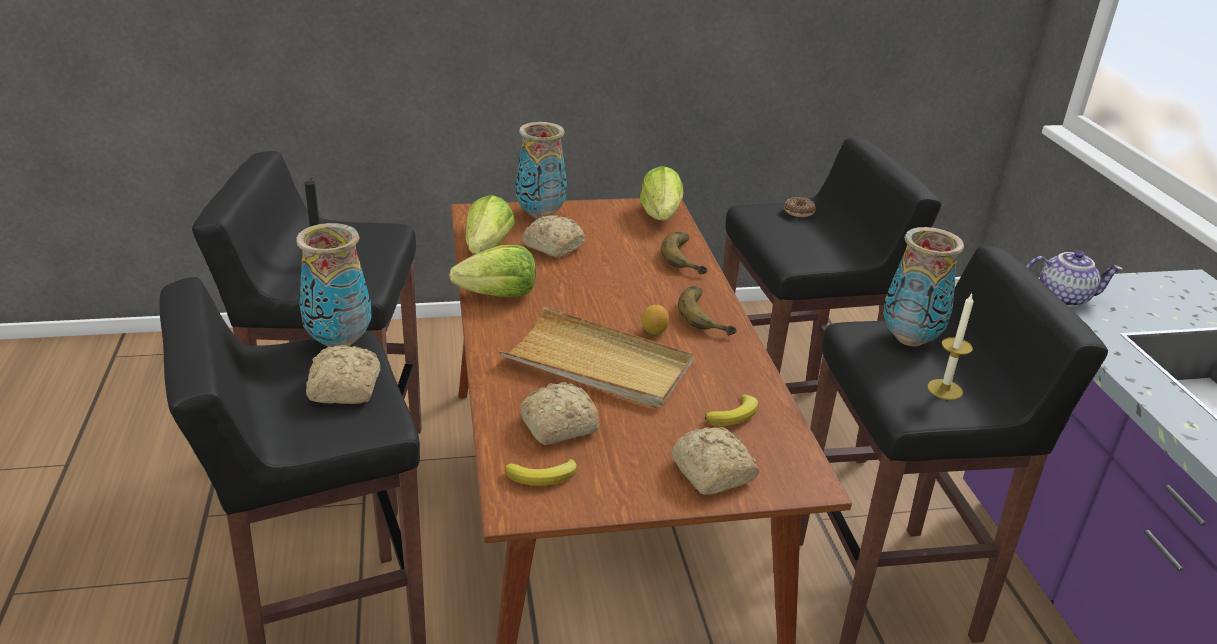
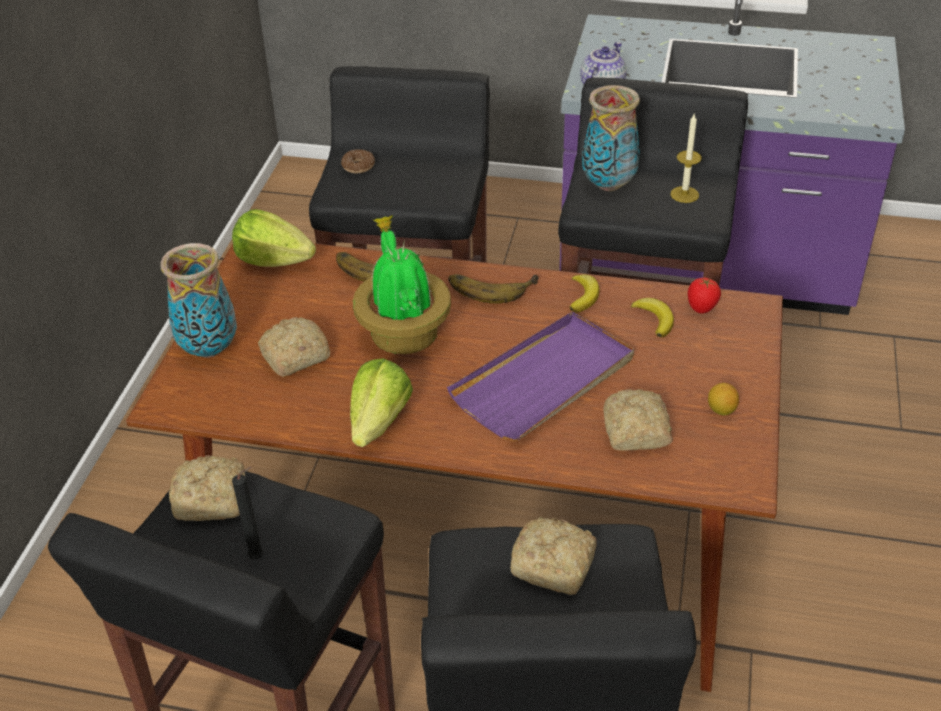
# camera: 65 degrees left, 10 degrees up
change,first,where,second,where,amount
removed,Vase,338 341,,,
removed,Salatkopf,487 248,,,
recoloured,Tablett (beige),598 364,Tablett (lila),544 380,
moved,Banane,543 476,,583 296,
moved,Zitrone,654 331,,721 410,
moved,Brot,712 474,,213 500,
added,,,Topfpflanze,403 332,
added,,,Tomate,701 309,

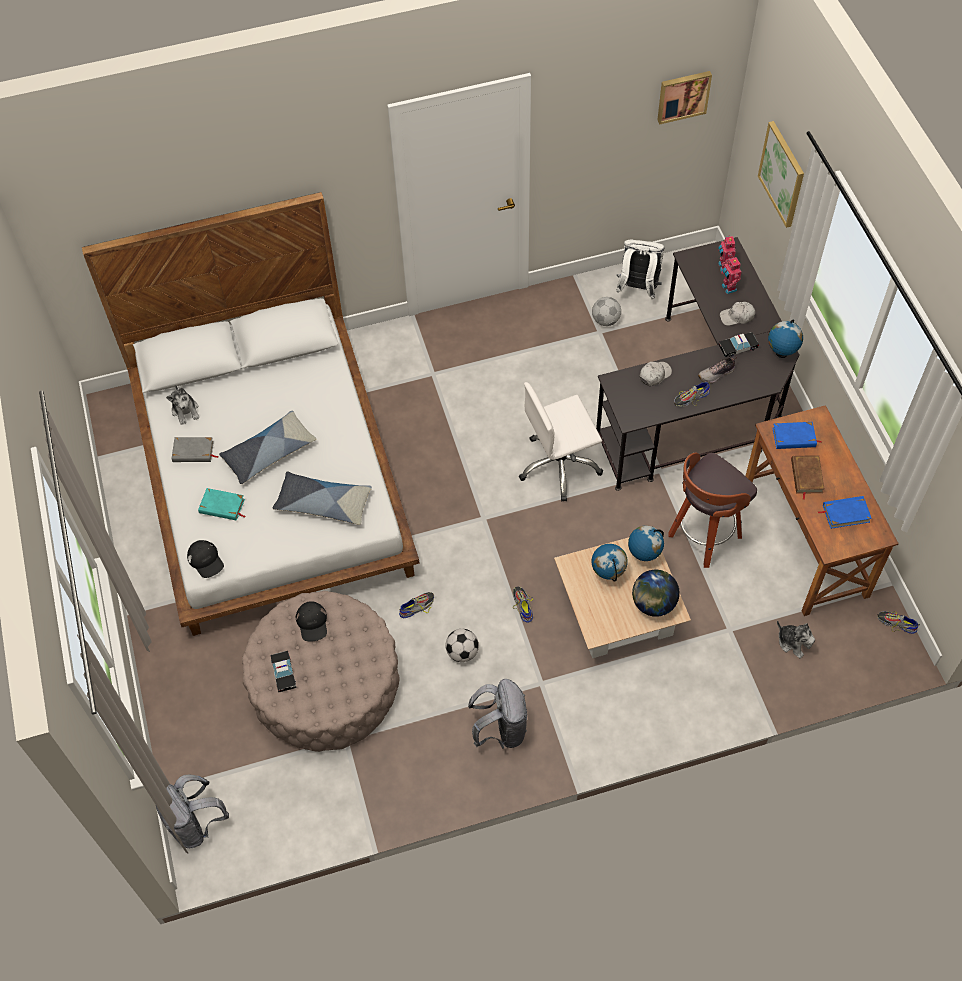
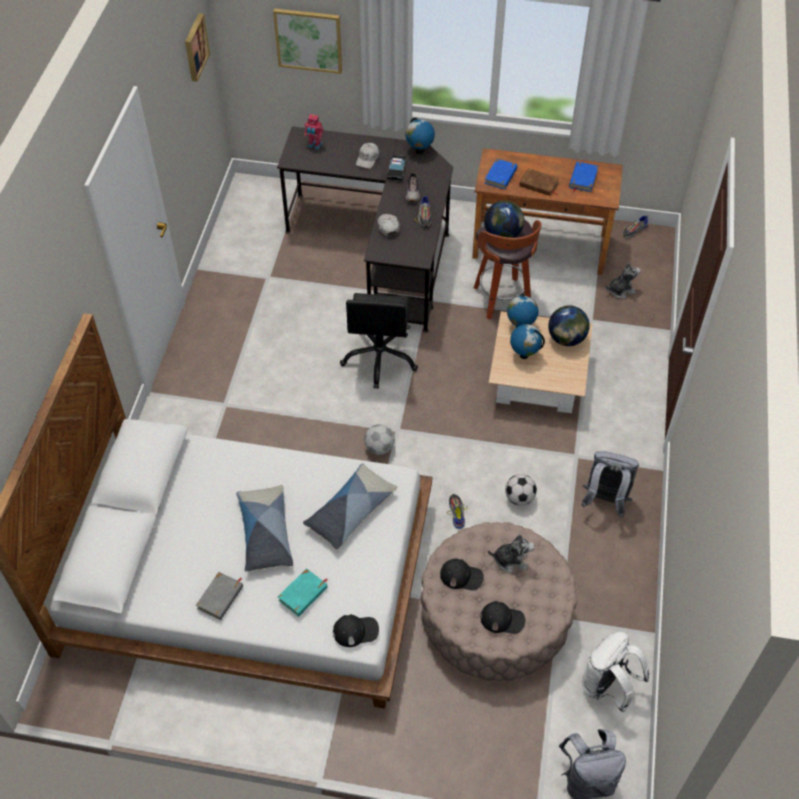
# camera: 65 degrees left, 5 degrees down
change,first,where,second,where,amount
moved,Plüschtier,185 410,,511 560,
replaced,Spielzeugauto,284 673,Kappe (schwarz),502 619,
removed,Schuh,522 605,,,
recoloured,Bürostuhl (weiß),559 466,Bürostuhl (schwarz),380 358,
moved,Fußball,605 320,,379 448,
moved,Rucksack (weiß),638 289,,607 686,
removed,Spielzeugroboter,728 288,,,
added,,,Globus,503 235,

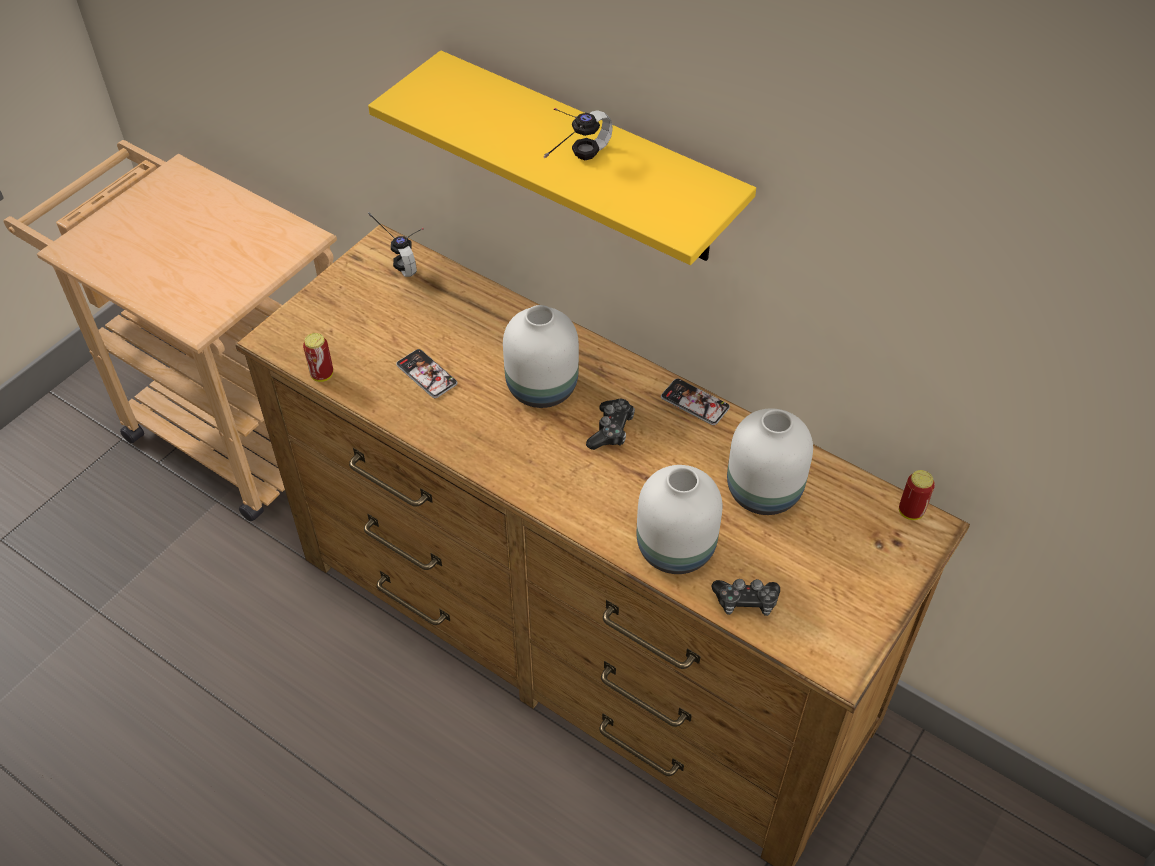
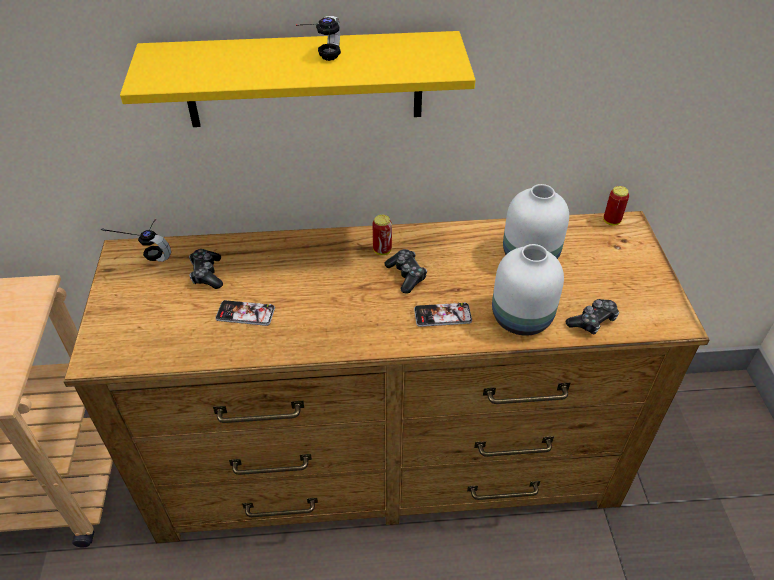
# camera: 40 degrees left, 5 degrees down
change,first,where,second,where,amount
moved,Dose,322 375,,382 250,
removed,Vase (weiß),543 389,,,
moved,Handy,695 402,,442 315,
added,,,Gamepad,207 274,

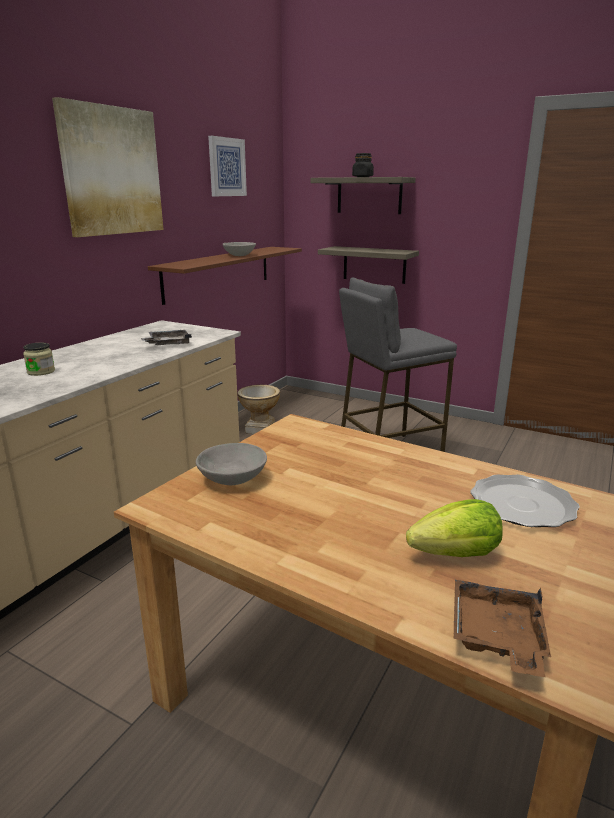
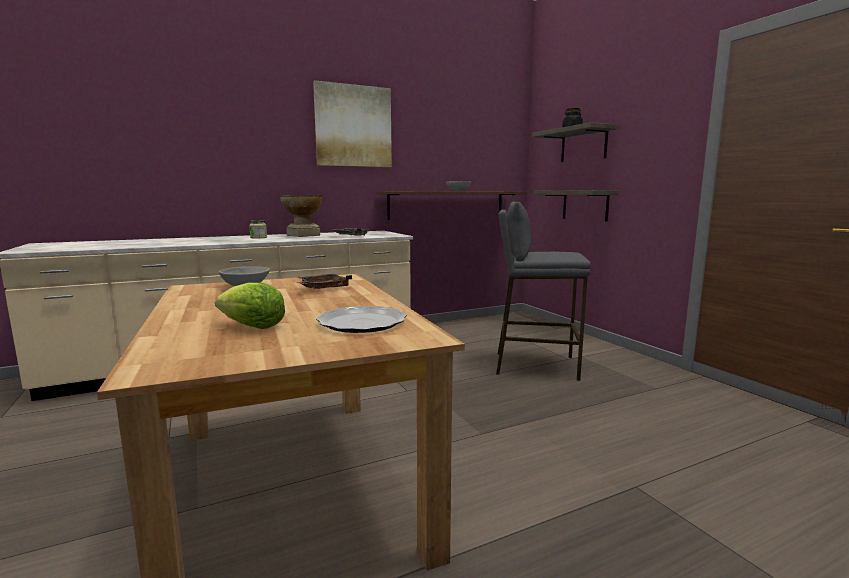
# camera: 35 degrees right, 10 degrees down
change,first,where,second,where,amount
removed,Bild,226 167,,,
moved,Vase,260 429,,303 235,
moved,Tablett (braun),497 637,,322 288,

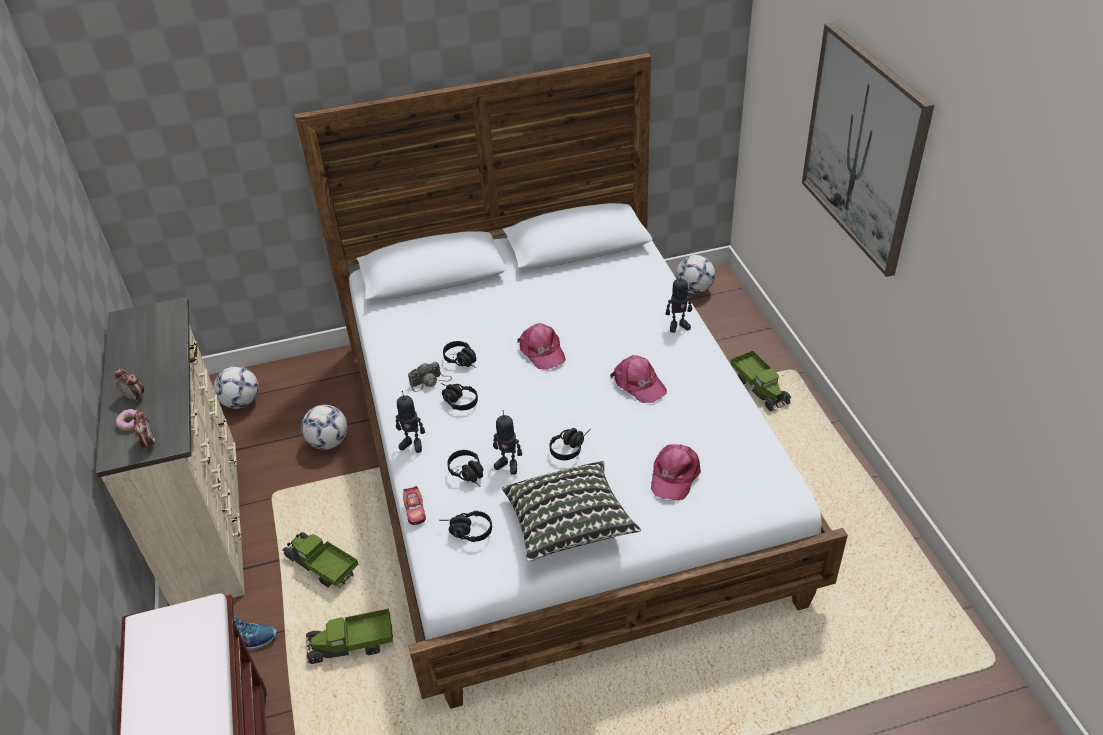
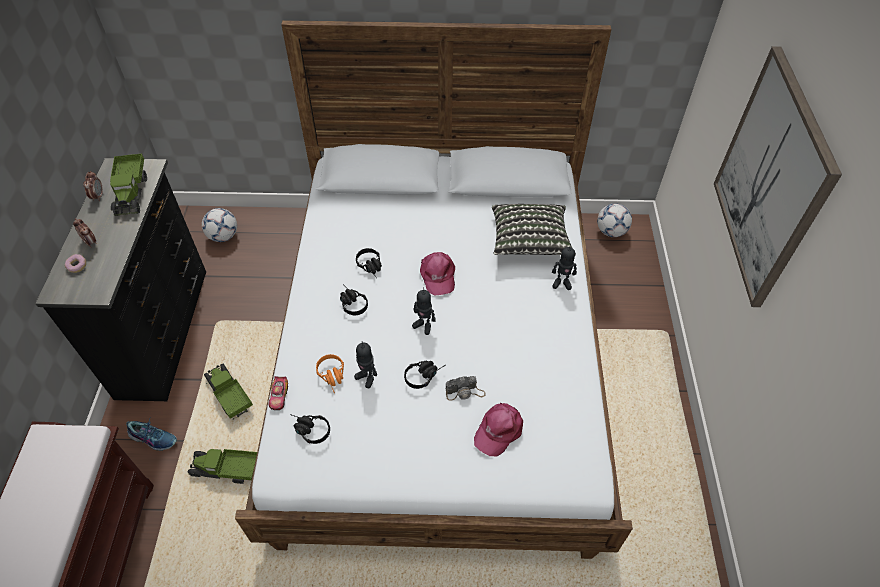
# camera: 15 degrees right, 10 degrees up
change,first,where,second,where,amount
recoloured,Kommode (beige),210 520,Kommode (schwarz),166 330,
moved,Wecker,149 443,,98 196,
removed,Fußball,328 442,,,
moved,Spielzeugroboter,412 444,,424 325,
moved,Kamera,430 381,,465 392,
recoloured,Kopfhörer (schwarz),470 474,Kopfhörer (orange),333 377,
moved,Kissen,568 524,,529 241,
removed,Kappe (rosa),638 383,,,
moved,Spielzeuglaster,760 388,,132 192,

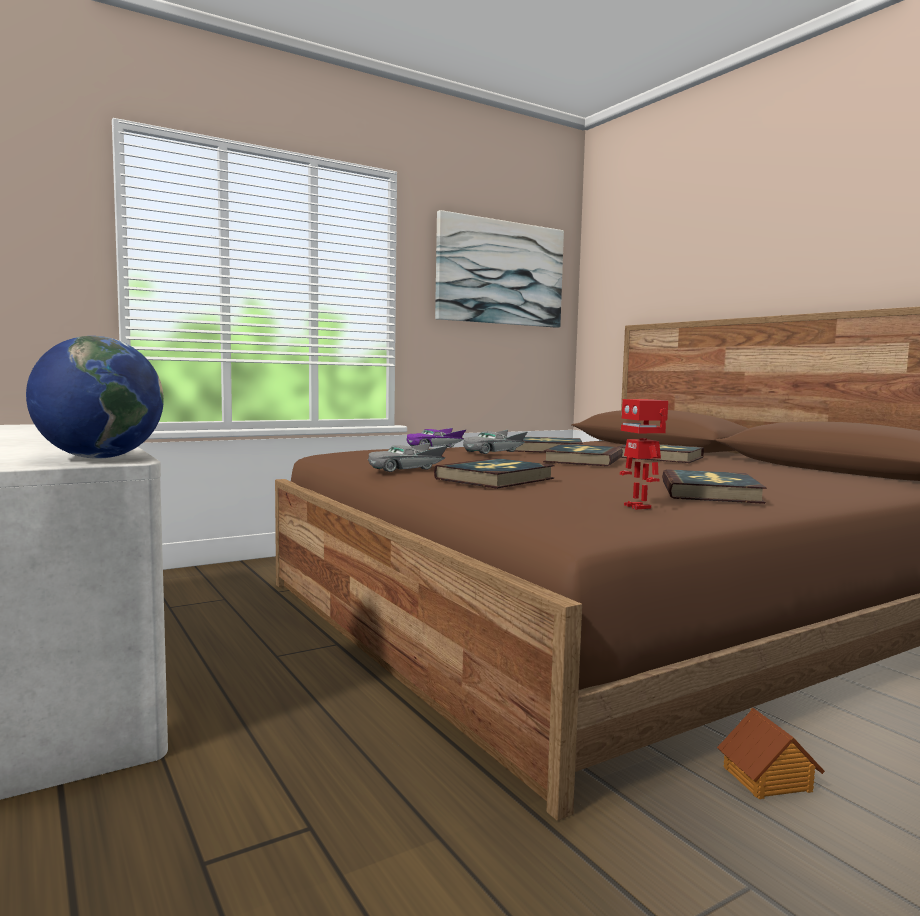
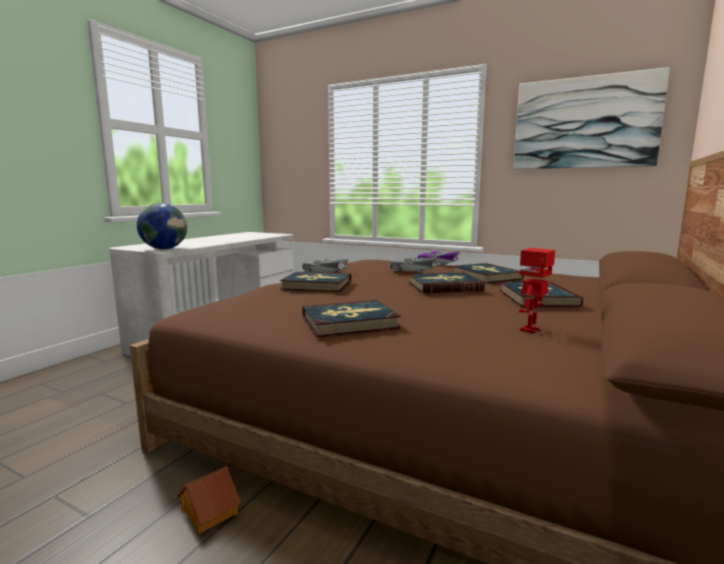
# camera: 60 degrees right, 5 degrees up
change,first,where,second,where,amount
moved,Spielzeugroboter,639 507,,531 330,

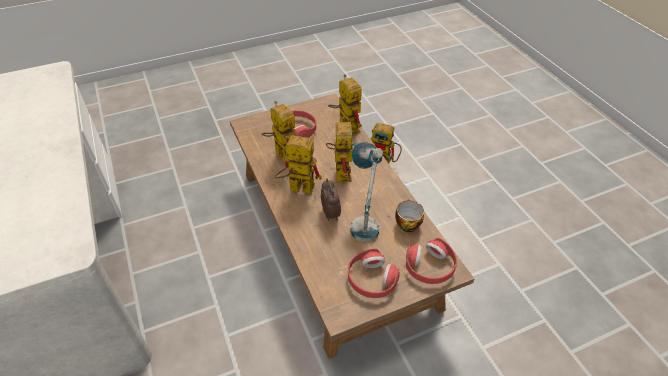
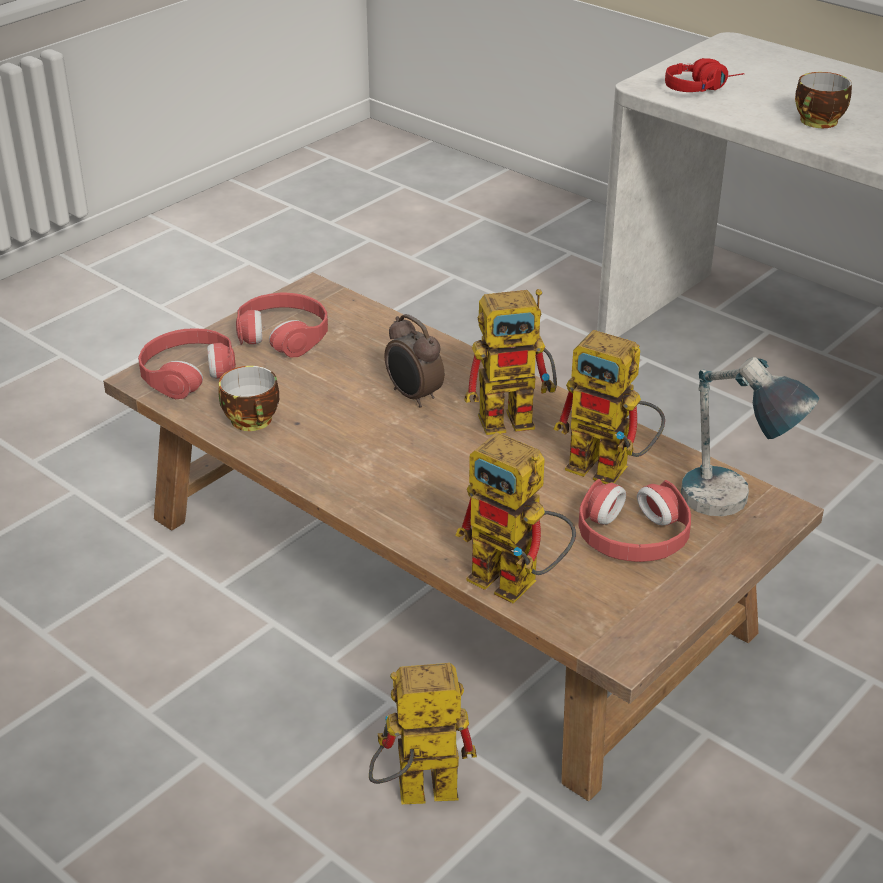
# camera: 155 degrees right, 10 degrees down
change,first,where,second,where,amount
removed,Spielzeugroboter,340 170,,,
moved,Tischlampe,364 220,,731 512,
added,,,Kopfhörer (rot),702 88,
added,,,Tasse,818 122,

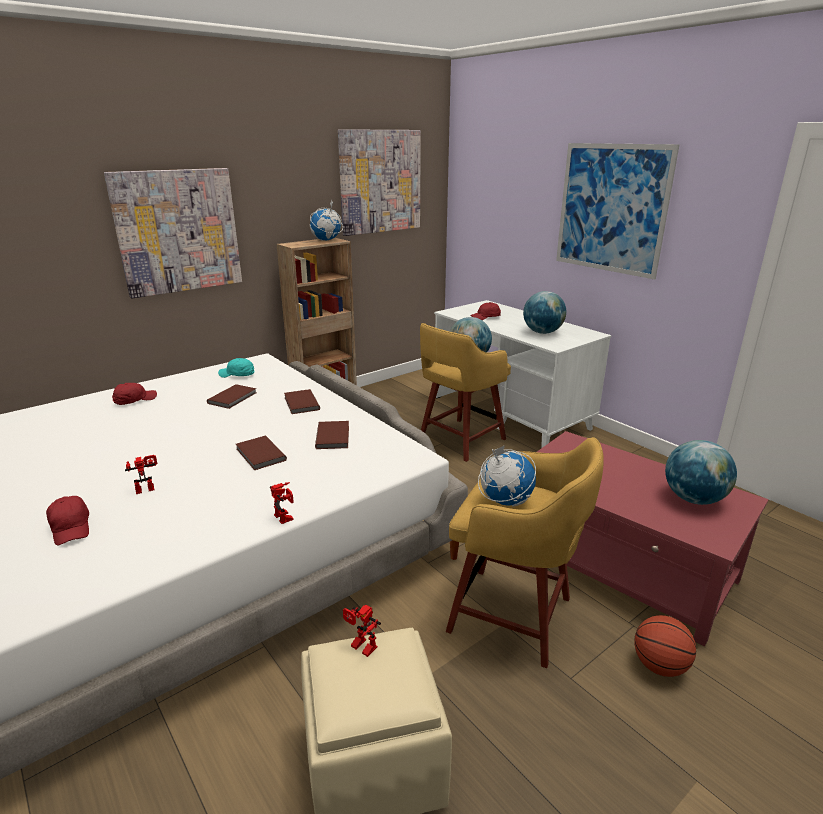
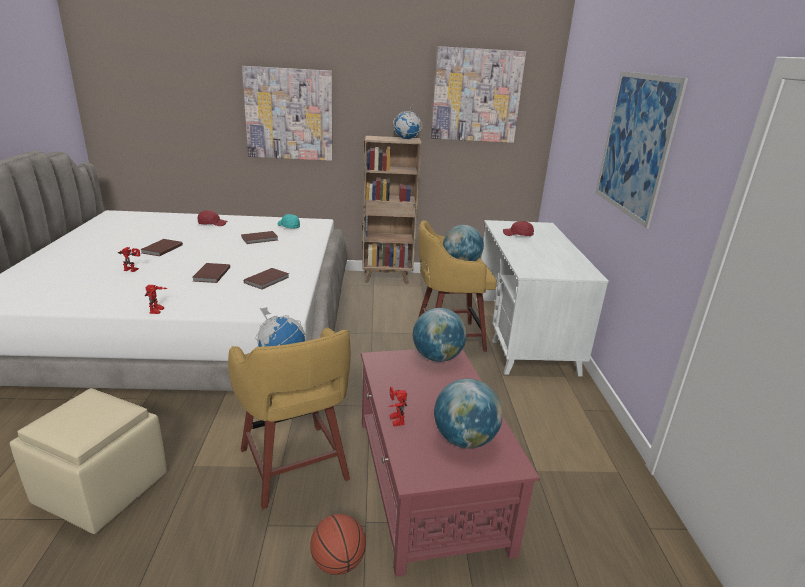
# camera: 35 degrees right, 0 degrees up
change,first,where,second,where,amount
removed,Kappe (rot),71 528,,,
moved,Buch (braun),300 403,,161 249,
moved,Spielzeugroboter,360 648,,394 420,
moved,Globus,542 332,,437 357,

